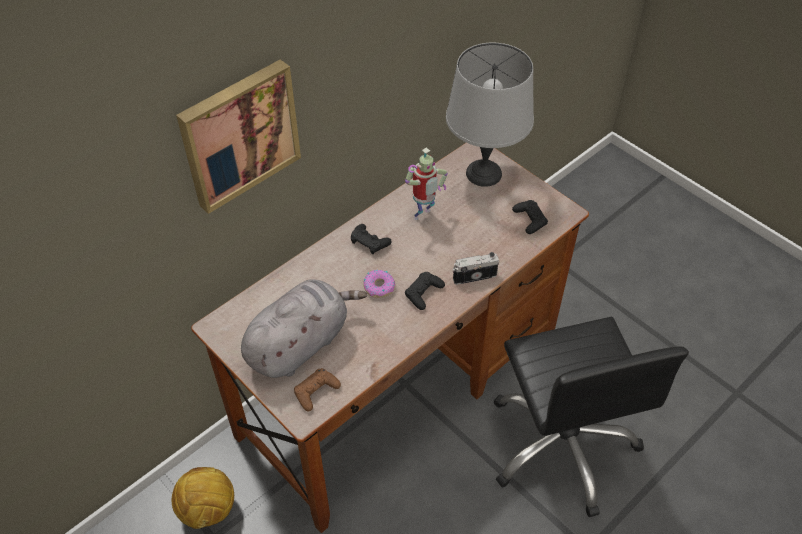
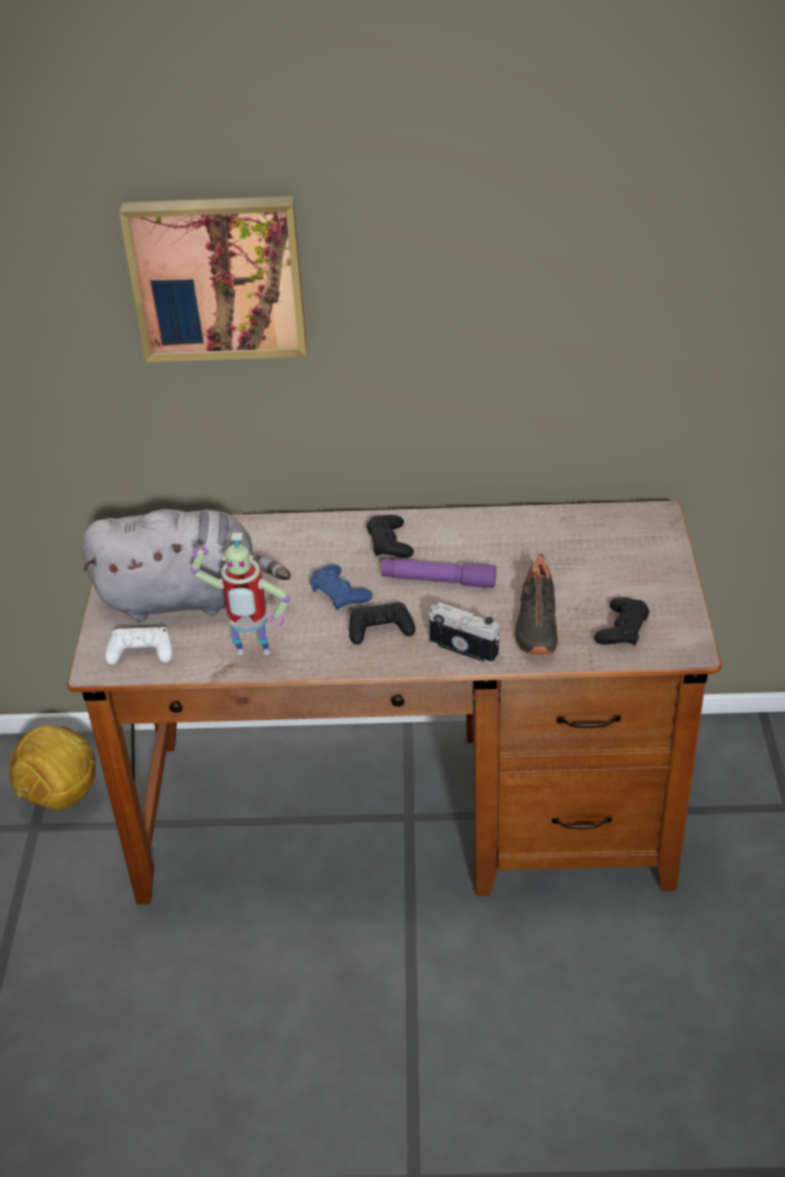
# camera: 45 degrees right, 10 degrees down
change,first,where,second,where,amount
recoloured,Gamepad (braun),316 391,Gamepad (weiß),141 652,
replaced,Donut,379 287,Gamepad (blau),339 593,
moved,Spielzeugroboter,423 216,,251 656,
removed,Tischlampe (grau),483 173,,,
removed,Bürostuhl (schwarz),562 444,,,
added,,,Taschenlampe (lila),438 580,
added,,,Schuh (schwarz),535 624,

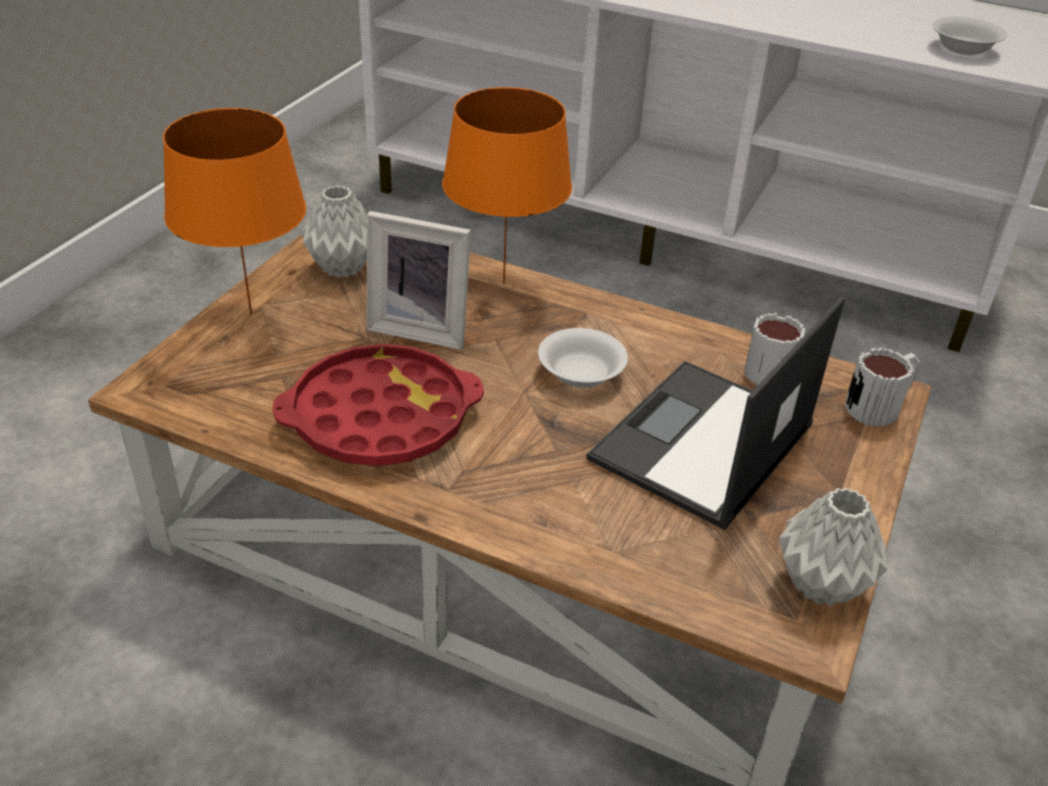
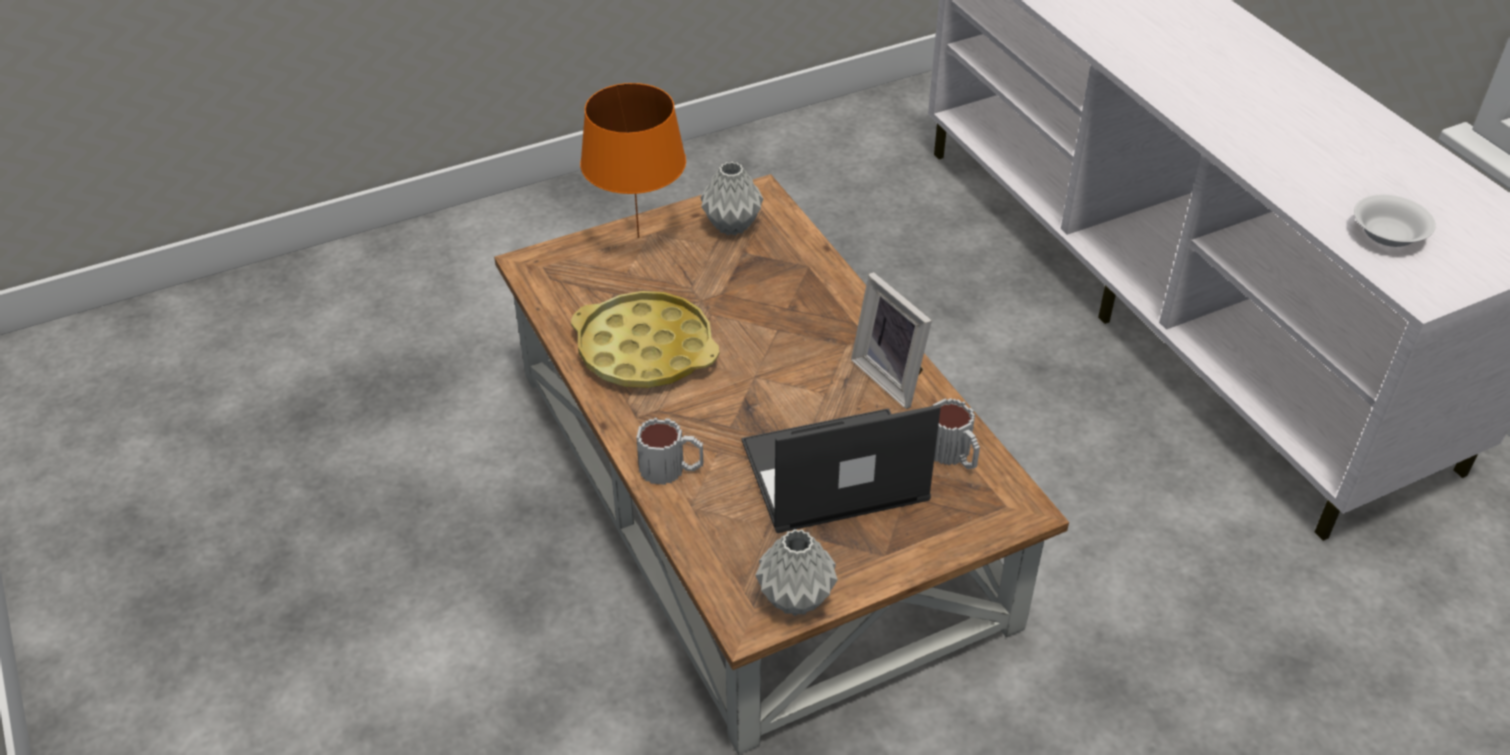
# camera: 40 degrees right, 5 degrees up
change,first,where,second,where,amount
recoloured,Tablett (rot),380 417,Tablett (gelb),645 349,
moved,Bilderrahmen,421 328,,893 376,
removed,Tischlampe (orange),503 284,,,
removed,Schüssel (weiß),580 373,,,
moved,Henkelbecher,879 406,,671 469,

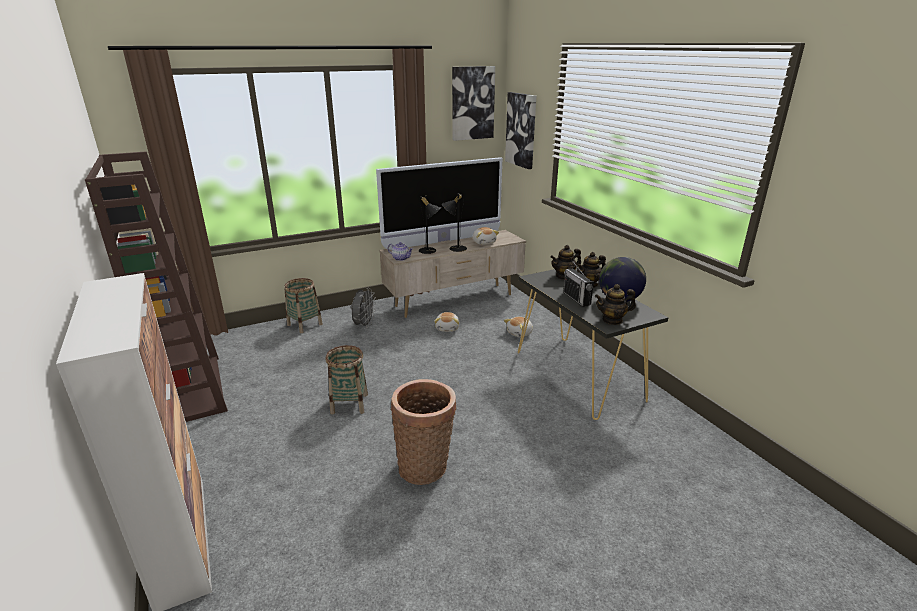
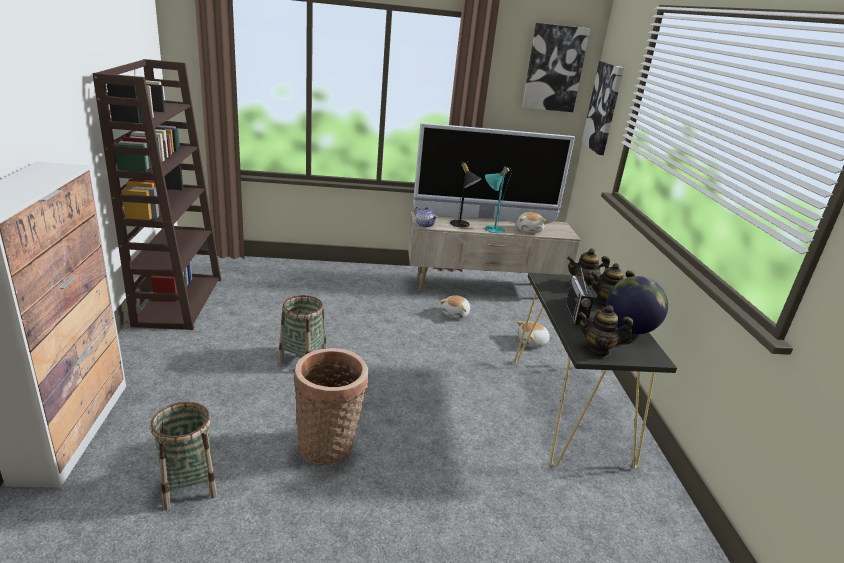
# camera: 20 degrees right, 0 degrees up
change,first,where,second,where,amount
moved,Korb,305 324,,188 486,
removed,Ventilator (grau),364 325,,,
recoloured,Tischlampe (schwarz),454 248,Tischlampe (türkis),491 228,

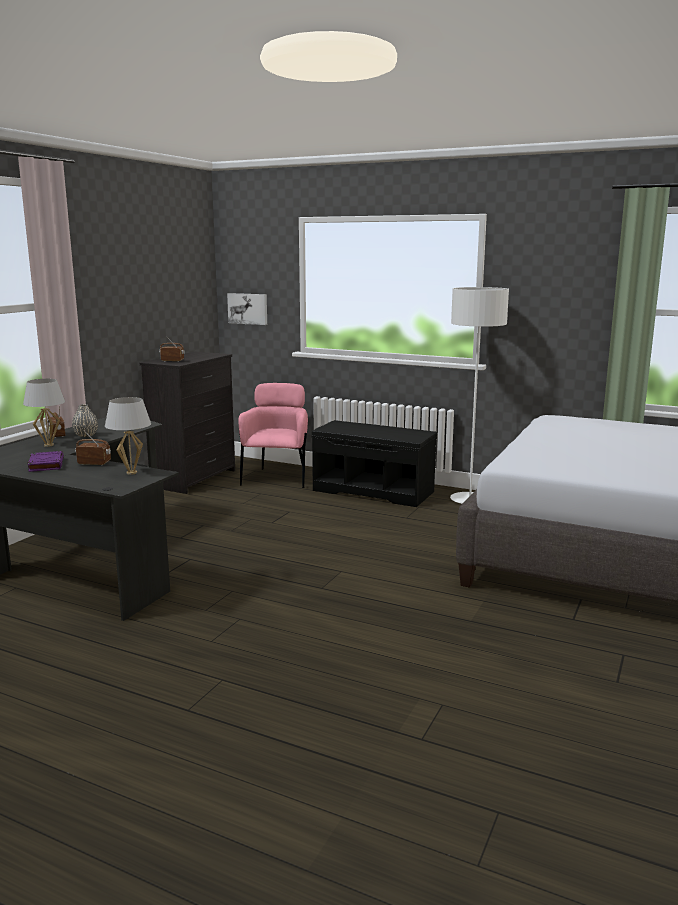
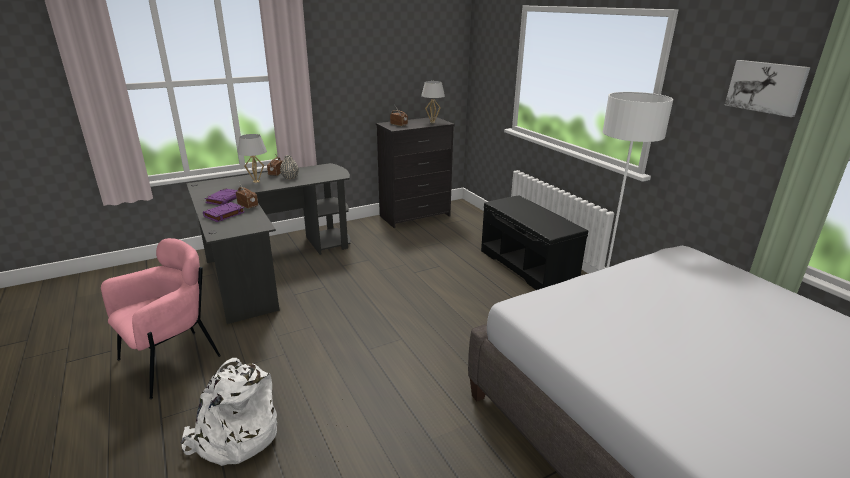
# camera: 35 degrees right, 10 degrees up
change,first,where,second,where,amount
moved,Tischlampe (weiß),131 472,,432 122,
moved,Bild,248 308,,766 87,
moved,Sessel (rosa),277 478,,171 360,
added,,,Rucksack (weiß),235 436,
added,,,Buch (lila),224 214,

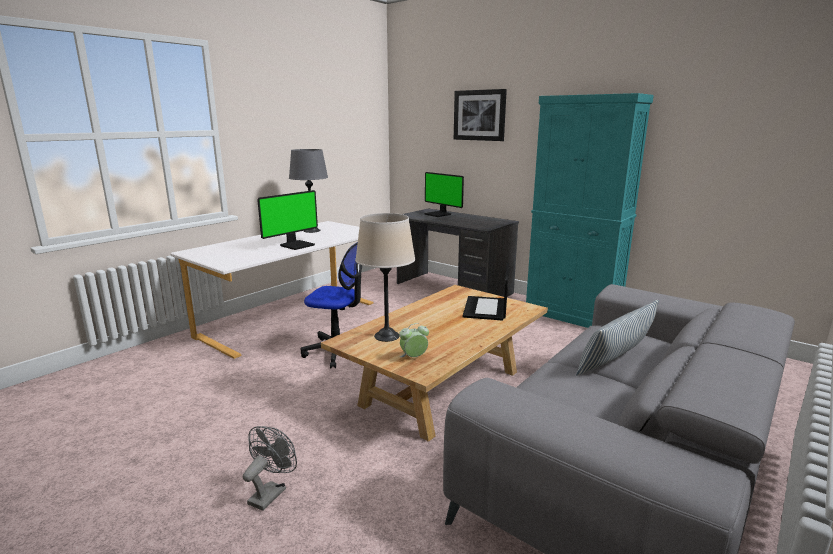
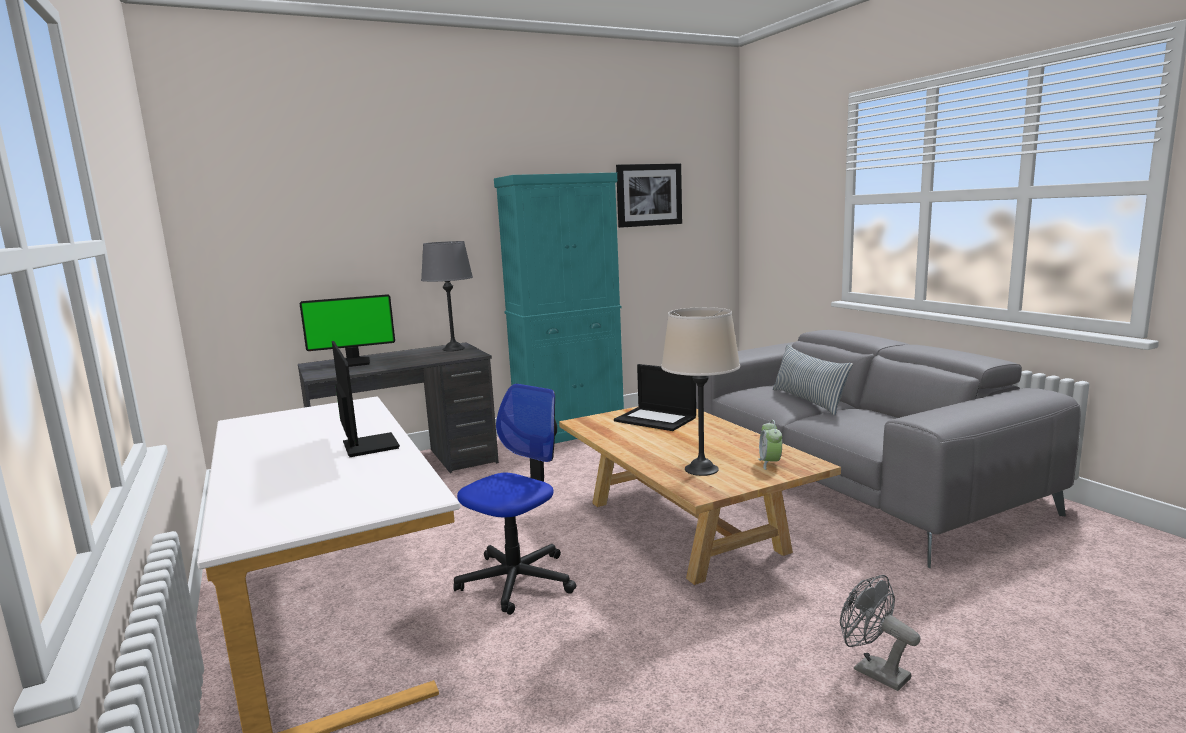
# camera: 65 degrees left, 5 degrees down
change,first,where,second,where,amount
moved,Tischlampe (grau),312 230,,454 349,
moved,Bild,479 115,,649 195,

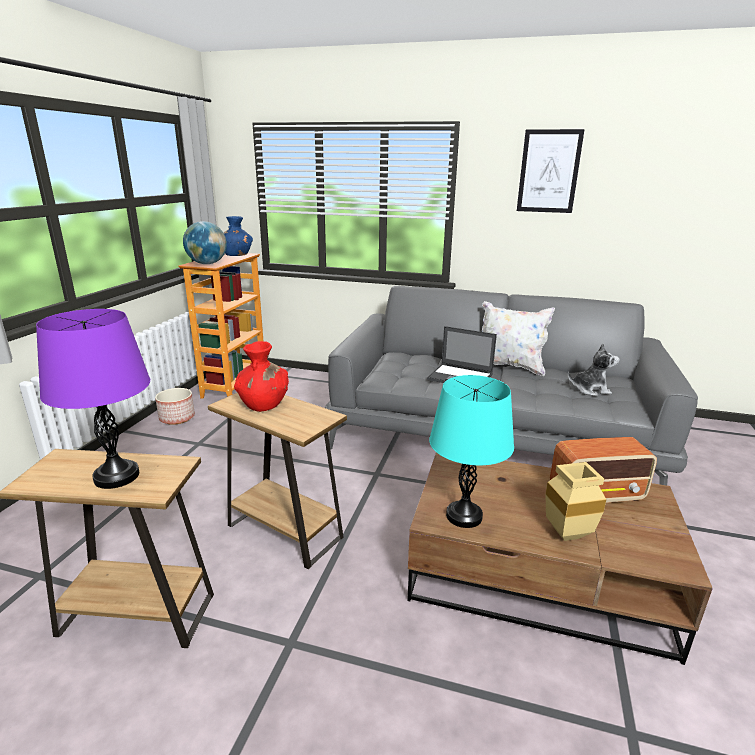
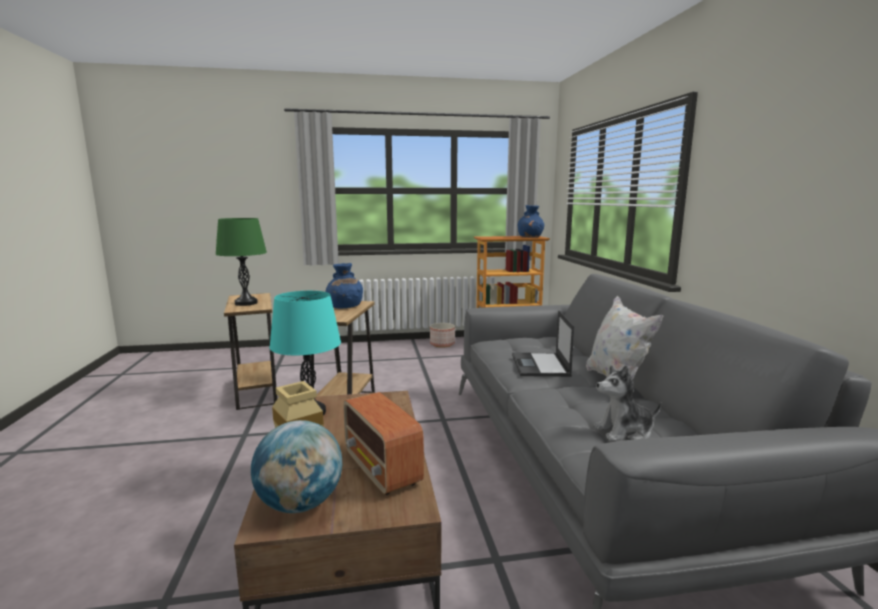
# camera: 65 degrees right, 10 degrees down
change,first,where,second,where,amount
recoloured,Tischlampe (lila),116 476,Tischlampe (grün),246 303,
moved,Globus,207 264,,300 504,
recoloured,Vase (rot),263 404,Vase (blau),345 306,
removed,Bild,549 171,,,
turned,Plüschtier,590 390,,624 432,105 degrees clockwise

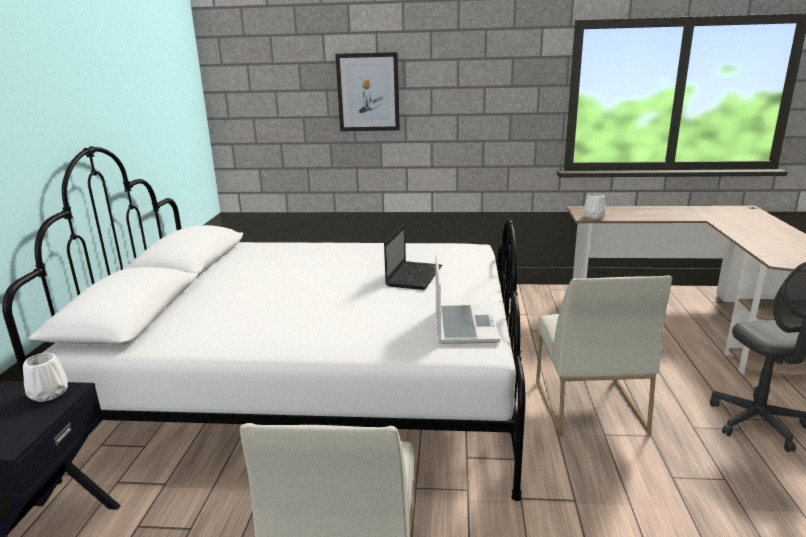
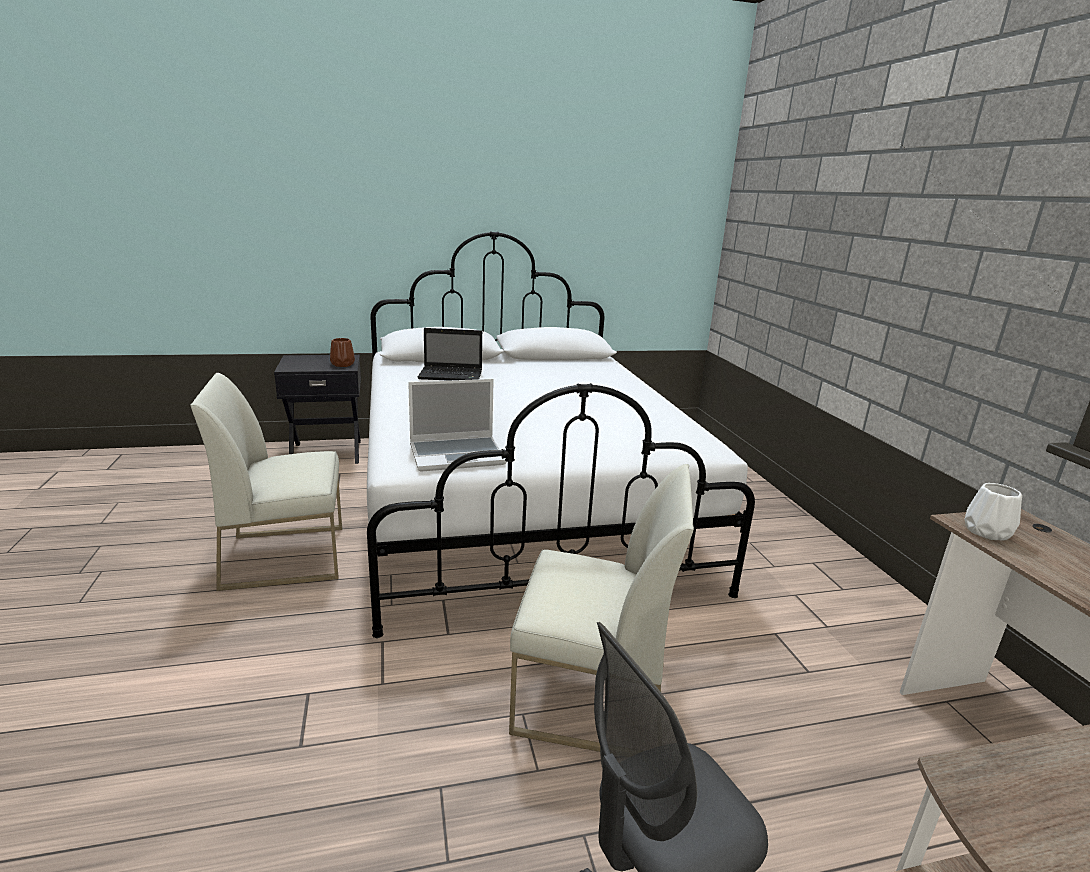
# camera: 70 degrees right, 0 degrees up
change,first,where,second,where,amount
recoloured,Vase (weiß),50 393,Vase (braun),343 364,
removed,Bild,368 92,,,
moved,Laptop,414 276,,452 375,
turned,Stuhl (weiß),587 405,,590 697,150 degrees counterclockwise

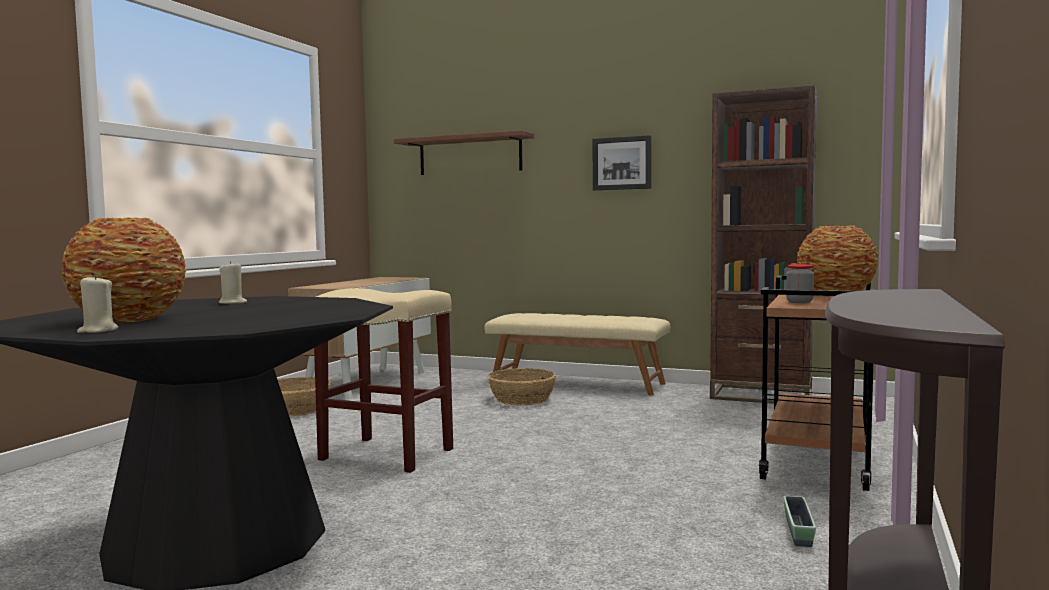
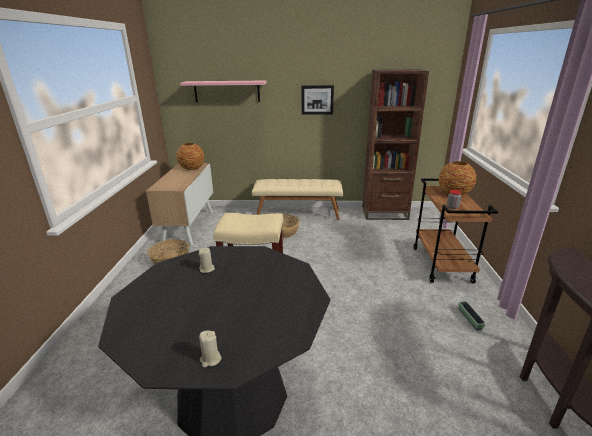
# camera: 20 degrees left, 20 degrees up
change,first,where,second,where,amount
moved,Vase,128 320,,192 168,
recoloured,Wandregal (braun),470 155,Wandregal (rosa),227 91,

